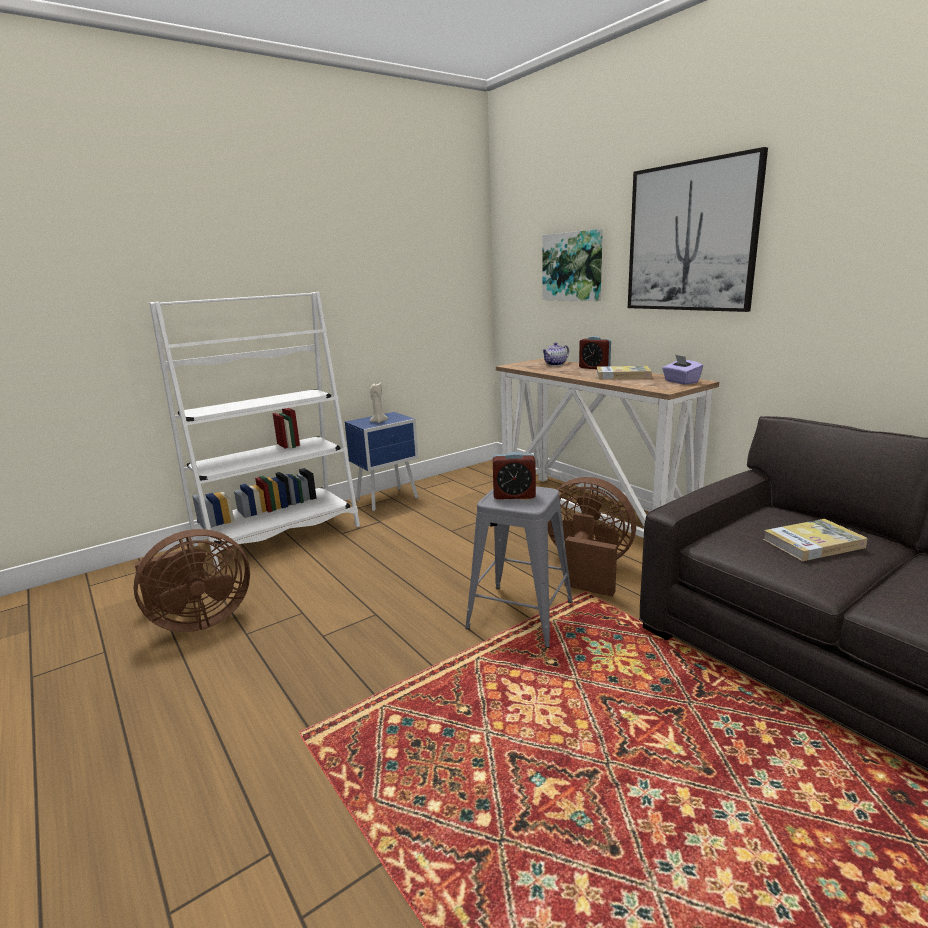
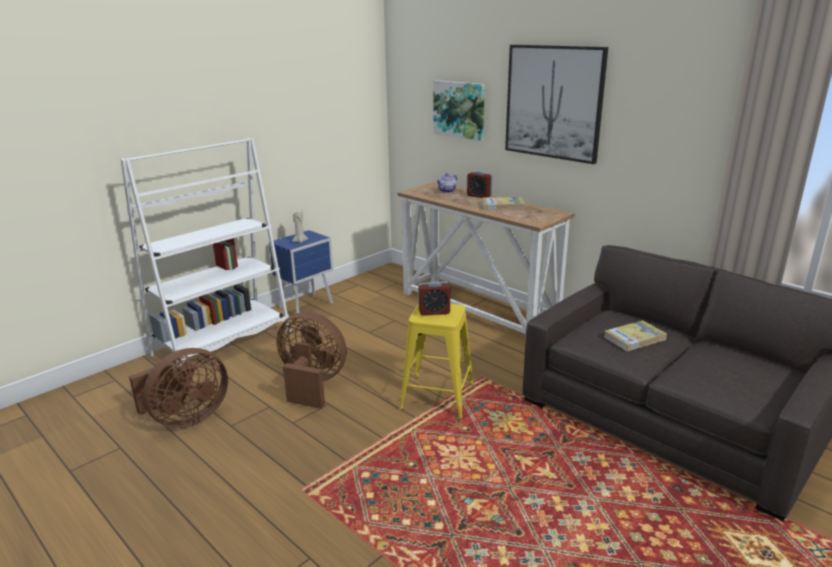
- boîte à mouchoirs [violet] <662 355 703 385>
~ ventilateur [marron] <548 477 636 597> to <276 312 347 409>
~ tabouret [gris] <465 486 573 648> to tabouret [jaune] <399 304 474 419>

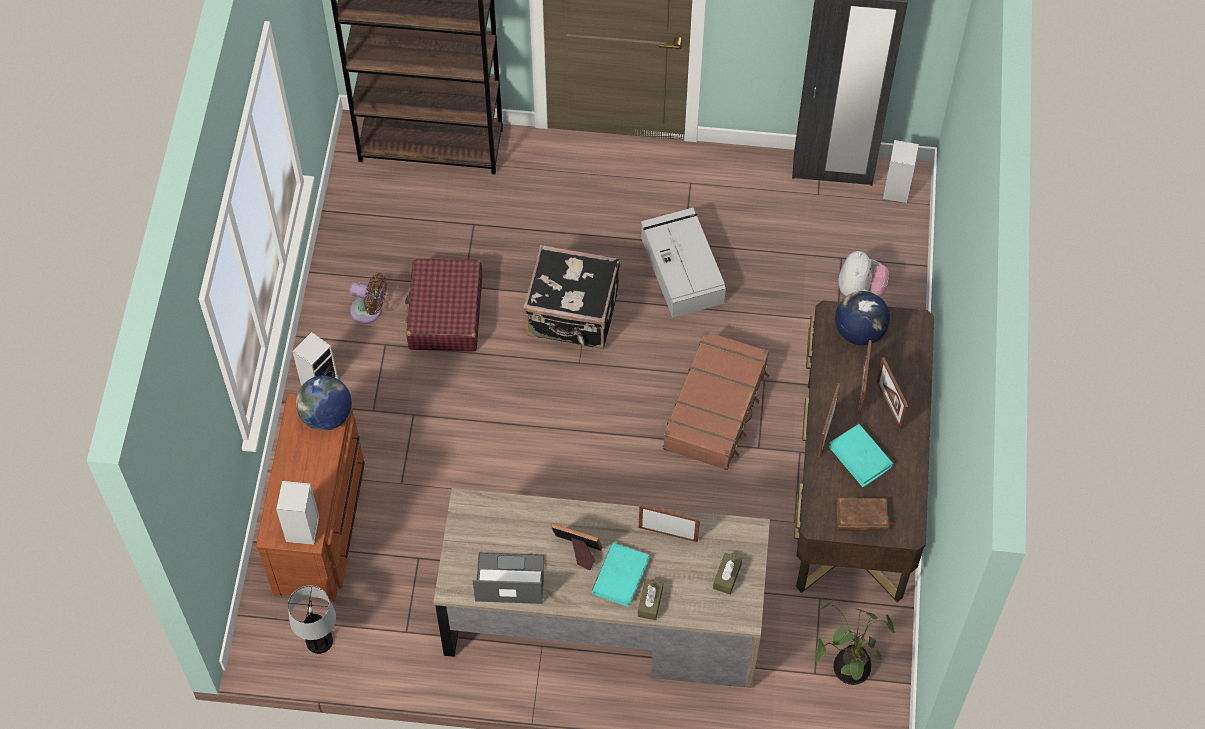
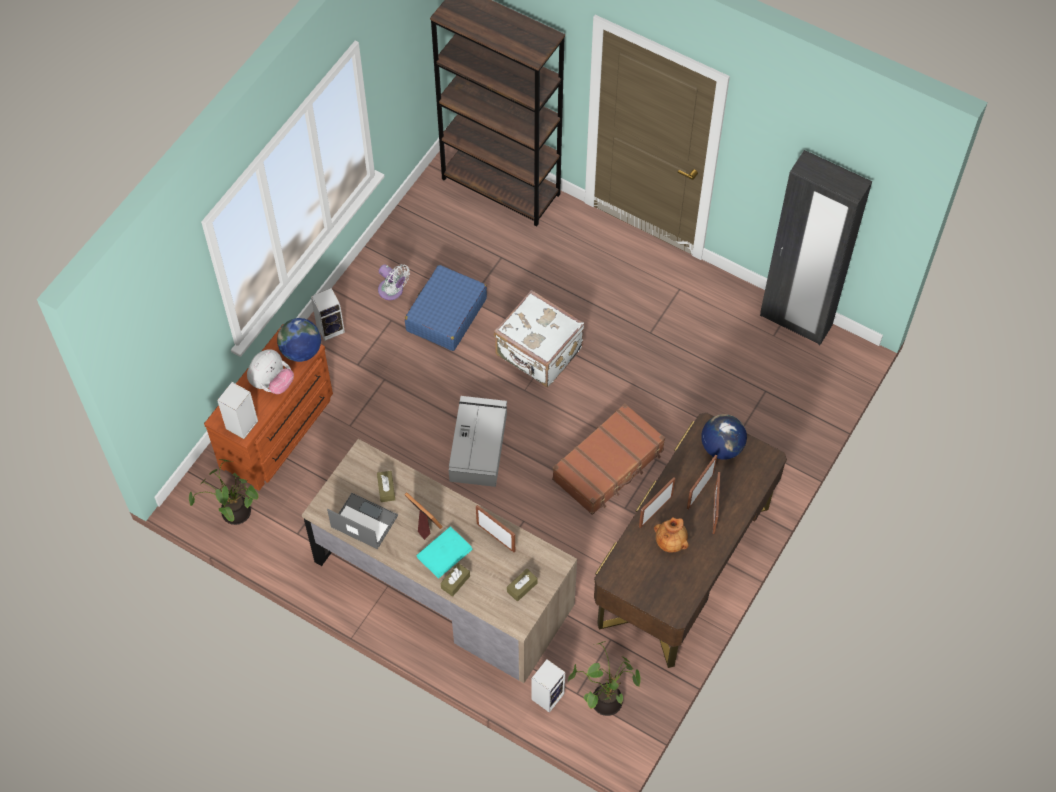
~ enceinte <883 140 919 203> to <531 659 565 713>
~ boîte de rangement [gris] <641 208 726 318> to <449 396 507 487>
~ valise [noir] <523 245 620 349> to valise [blanc] <494 290 585 387>
~ peluche <838 251 889 296> to <247 349 294 394>
~ valise [rouge] <405 258 482 351> to valise [bleu] <405 265 487 351>
~ ventilateur [marron] <349 273 387 324> to ventilateur [blanc] <378 264 410 300>
~ livre [turquoise] <829 424 894 488> to vase [marron] <654 517 689 552>
- livre [marron] <837 498 896 531>
~ lampe de table <288 586 336 654> to plante en pot <189 459 258 525>
+ boîte à mouchoirs [marron] <377 471 395 502>

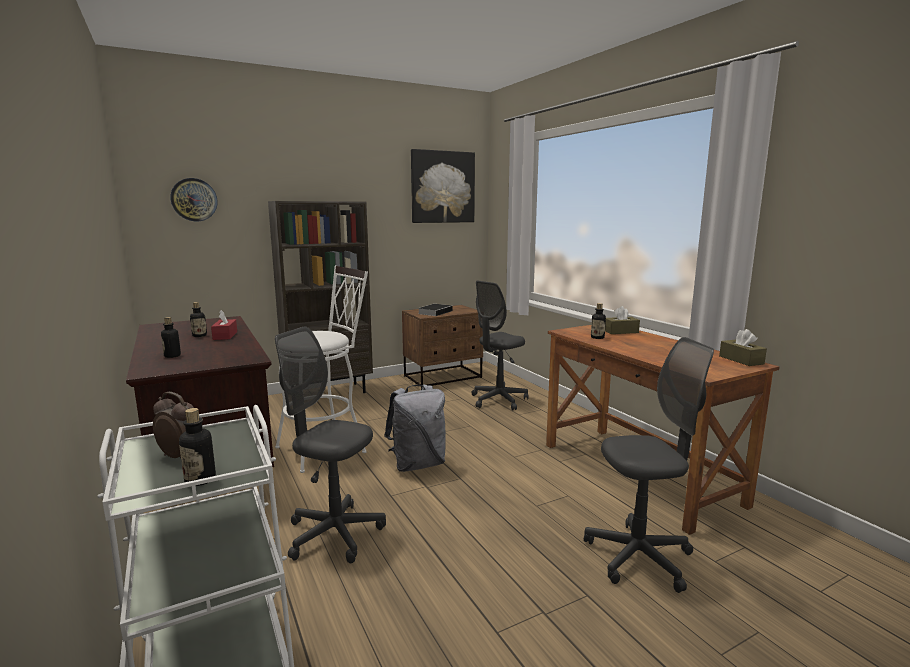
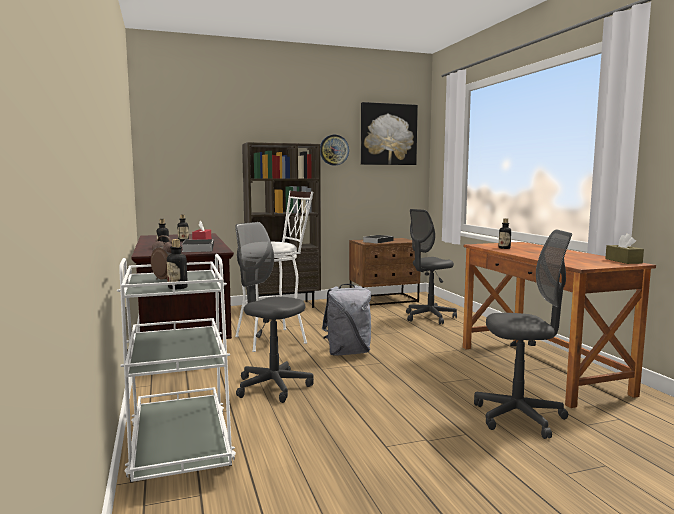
~ horloge murale <170 178 217 221> to <320 135 349 165>
- boîte à mouchoirs [marron] <605 306 640 334>
+ livre <181 239 214 252>

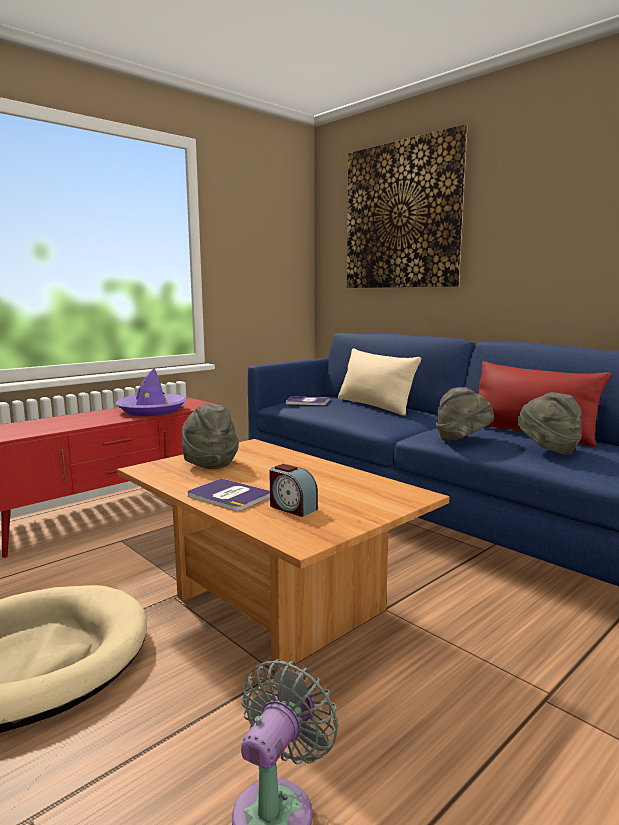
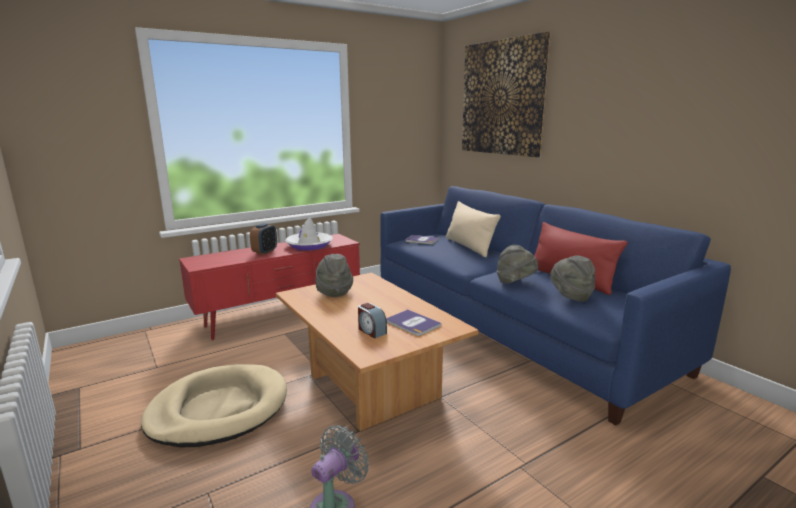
~ chapeau [violet] <116 367 187 416> to chapeau [blanc] <285 217 333 250>
~ livre <187 478 270 511> to <386 309 441 336>
+ réveil <250 223 277 255>

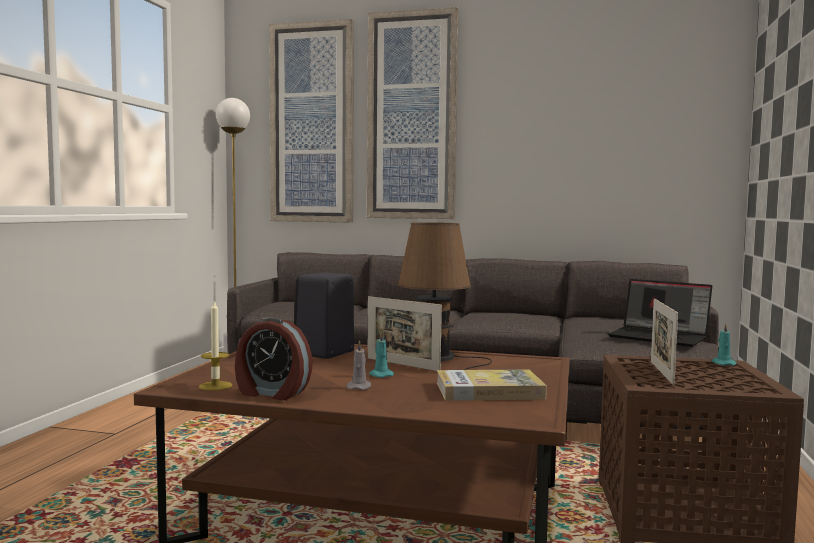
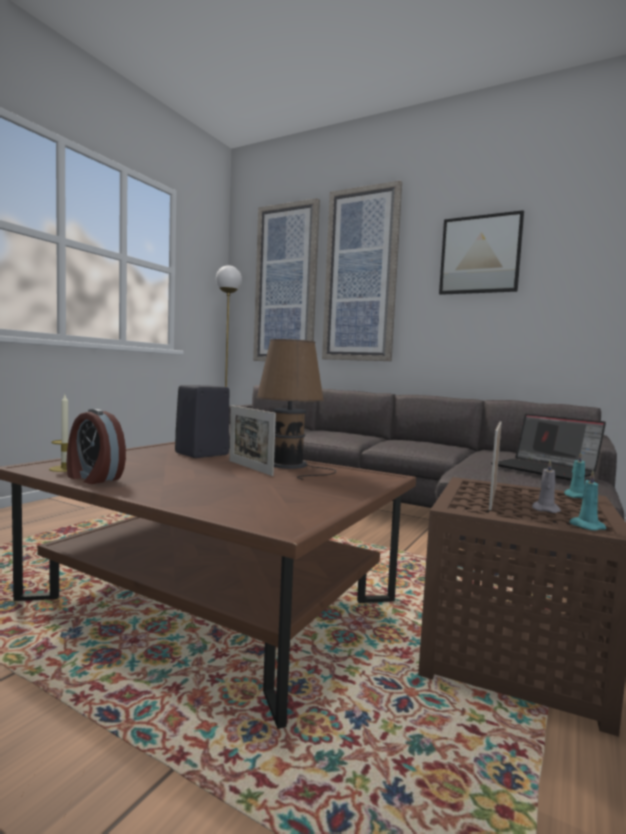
~ bougie [turquoise] <369 331 394 378> to <569 471 606 531>
~ bougie [gris] <346 340 371 390> to <532 460 561 513>
- livre <437 369 547 401>
+ tableau <439 210 524 295>

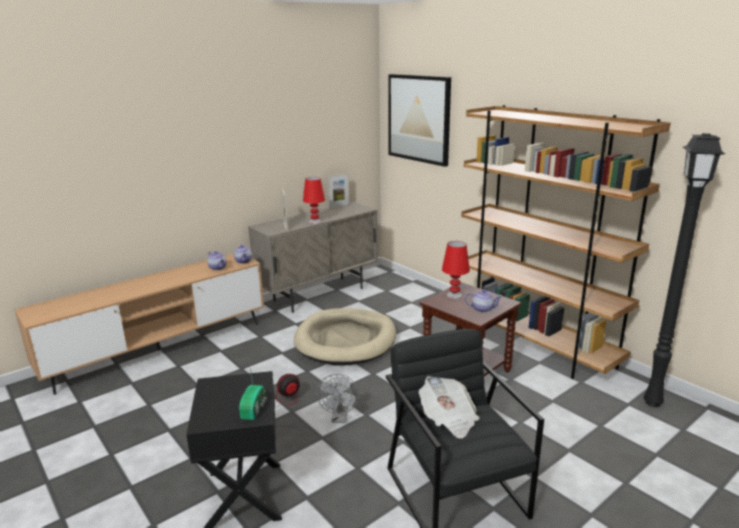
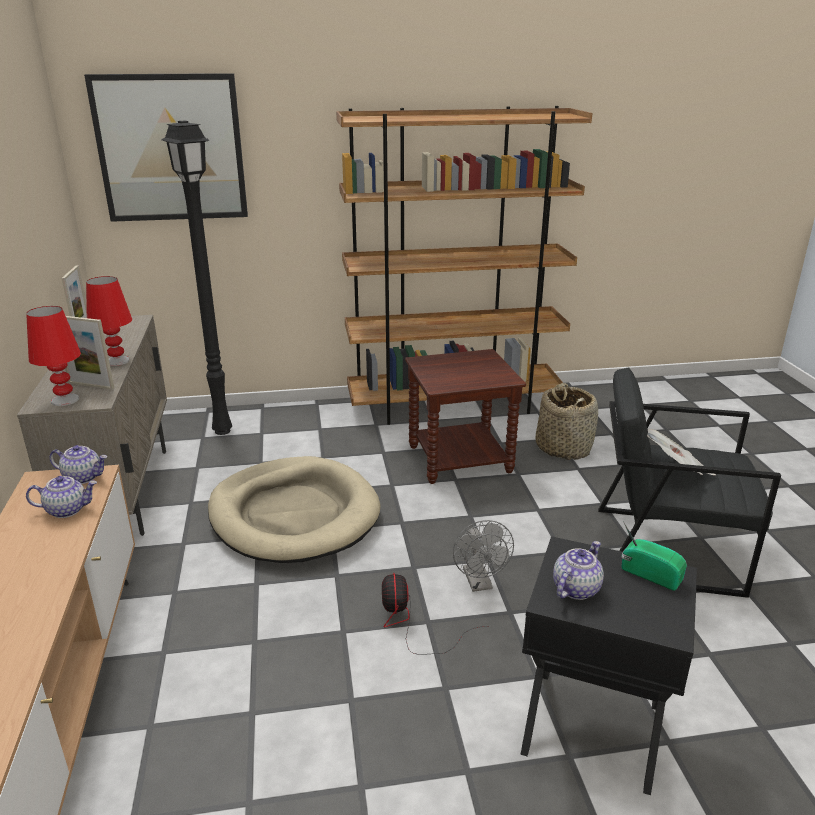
~ lampadaire [noir] <644 133 725 407> to <161 121 232 435>
~ lampe de table [rouge] <442 241 470 299> to <26 306 81 406>
~ théière <465 290 502 313> to <553 541 604 600>
~ ventilateur [gris] <316 374 359 423> = <453 520 514 592> 45 degrees clockwise
+ panier <535 383 598 460>

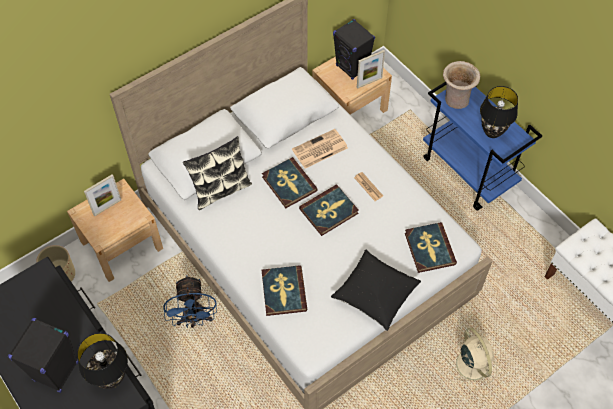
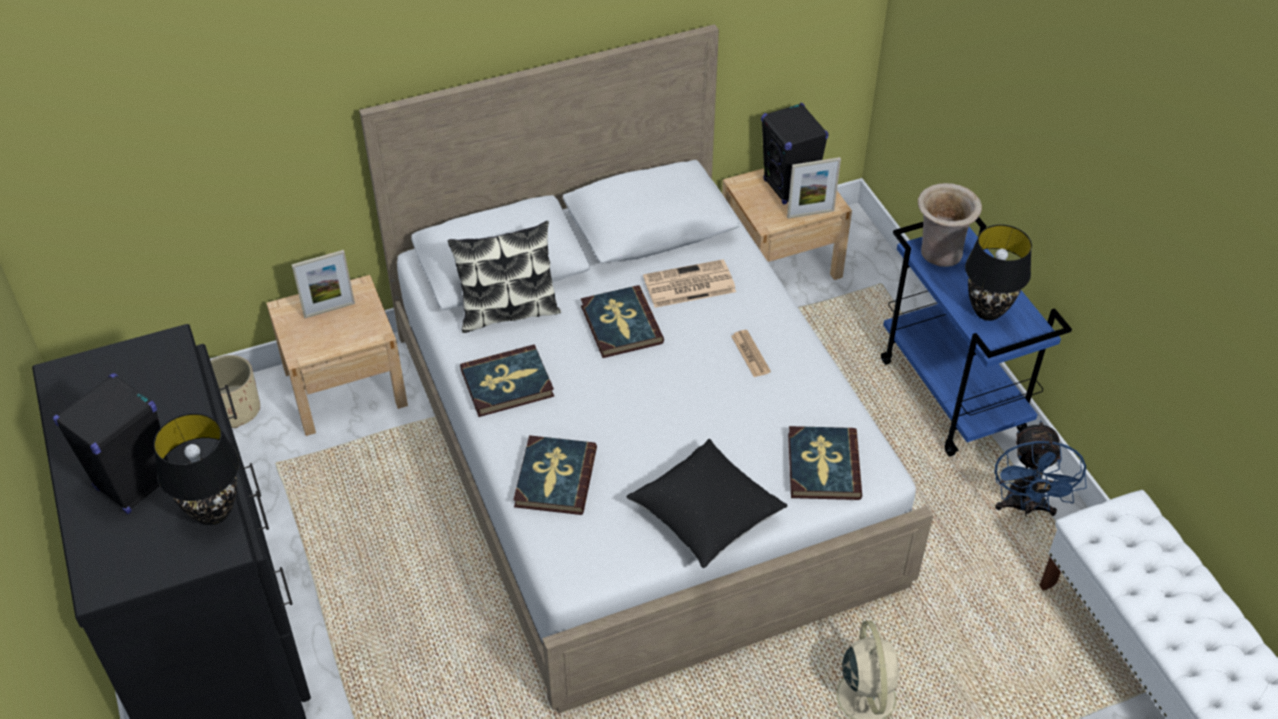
~ livre <299 184 359 236> to <460 345 554 417>
~ ventilateur [bleu] <163 275 217 328> to <995 421 1087 516>

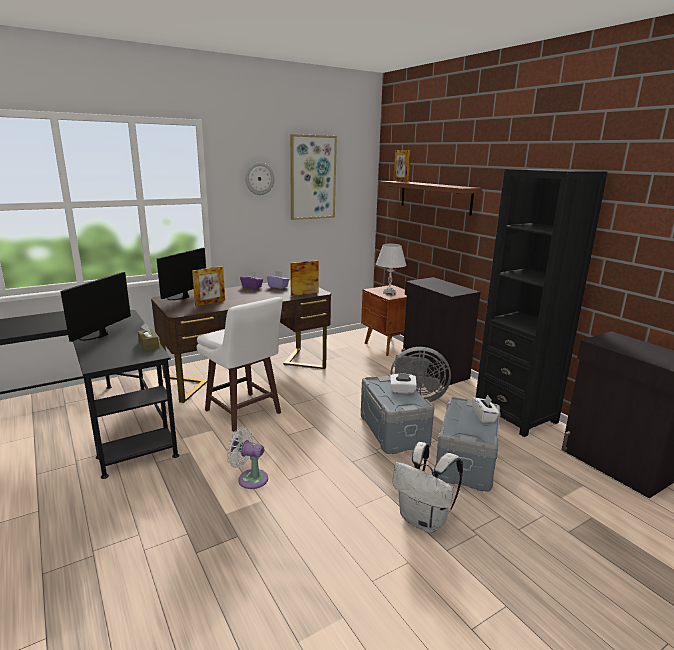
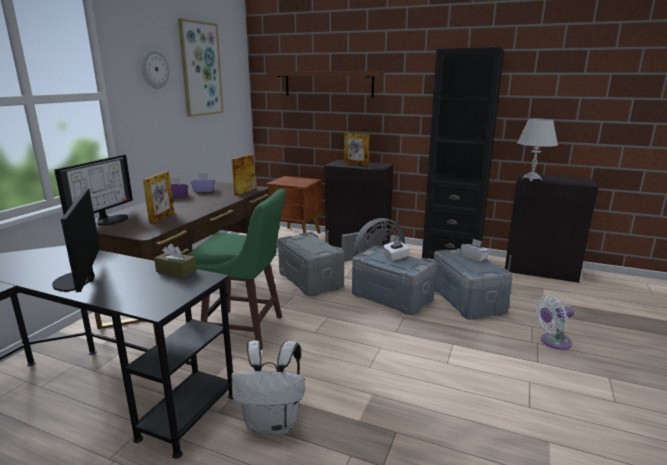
~ cadre photo <394 150 411 182> to <344 133 369 166>
~ lampe de table [blanc] <376 244 406 295> to <517 118 558 181>
~ écran d'ordinateur <157 248 206 300> = <54 155 133 225> 150 degrees counterclockwise
~ tabouret [blanc] <197 297 283 432> to tabouret [vert] <187 189 286 350>
~ ventilateur [blanc] <227 427 268 489> to <535 295 574 350>
~ sac à dos [blanc] <392 442 463 533> to <231 340 305 435>
+ boîte de rangement [gris] <278 232 344 296>

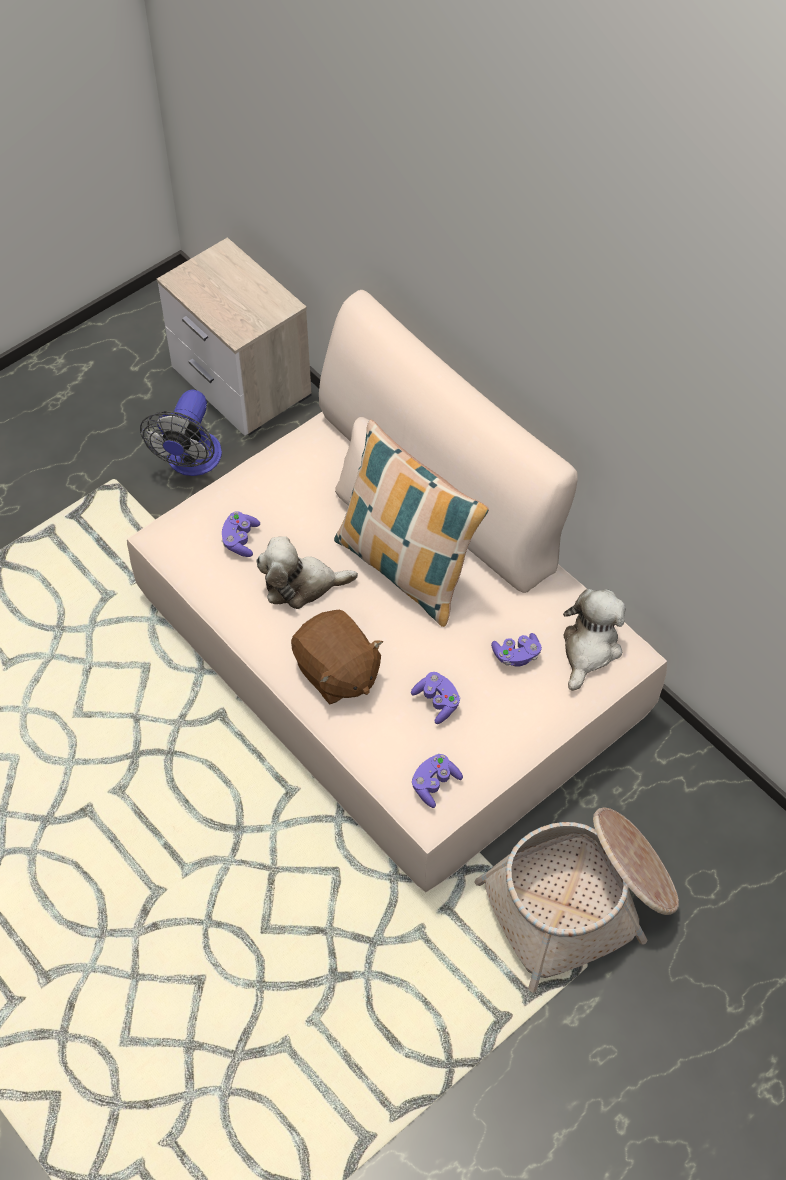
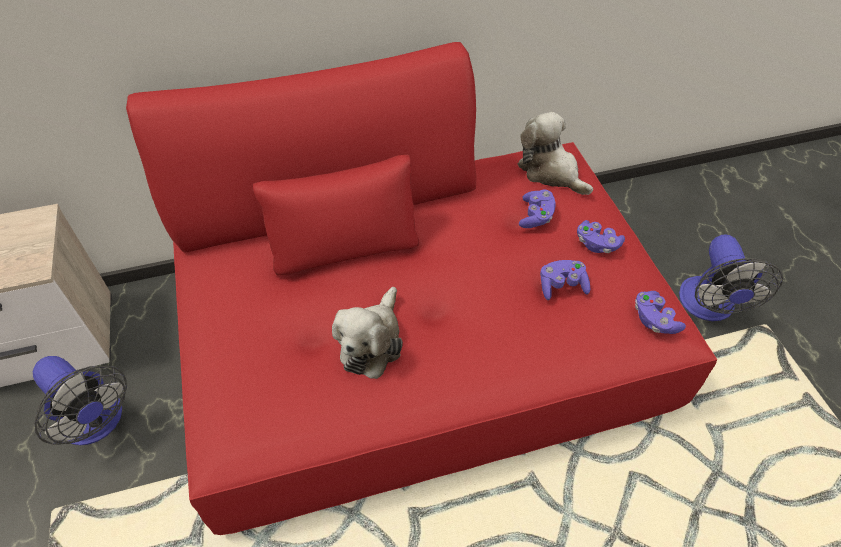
~ canapé [beige] <127 290 667 893> to canapé [rouge] <126 42 717 535>
- coussin <334 419 489 627>
~ manette [violet] <221 511 260 557> to <577 220 625 253>
- peluche [marron] <291 610 383 704>
~ panier <475 807 679 993> to ventilateur <679 234 783 321>

